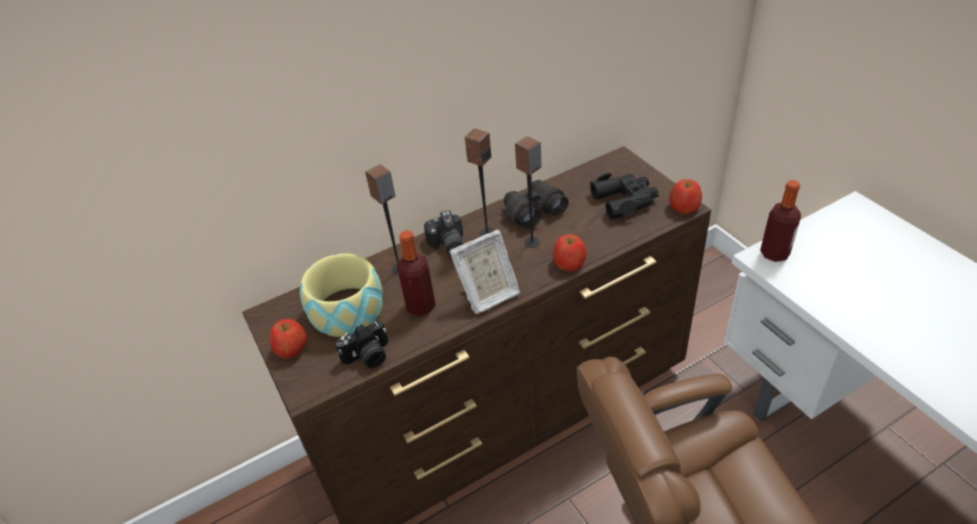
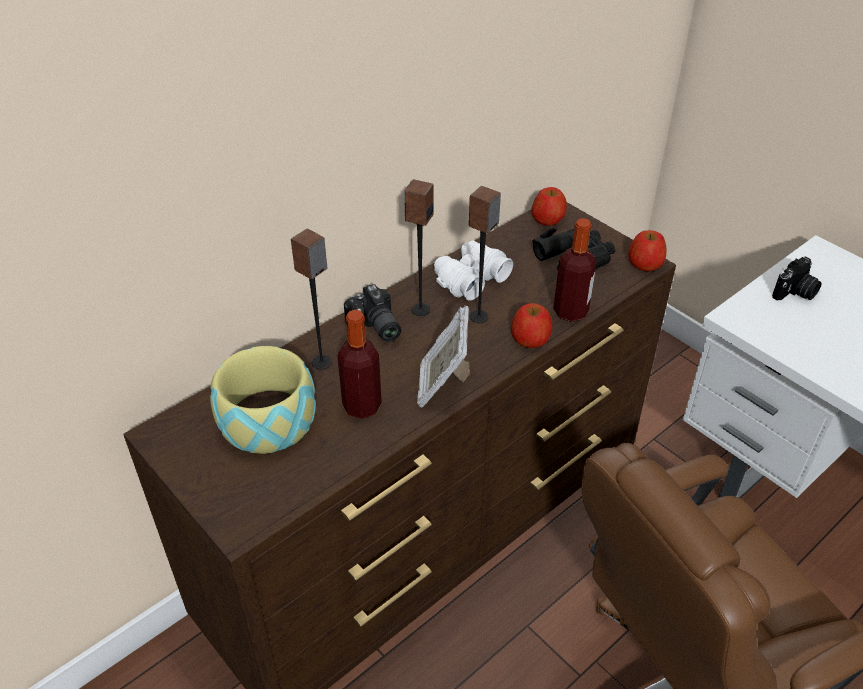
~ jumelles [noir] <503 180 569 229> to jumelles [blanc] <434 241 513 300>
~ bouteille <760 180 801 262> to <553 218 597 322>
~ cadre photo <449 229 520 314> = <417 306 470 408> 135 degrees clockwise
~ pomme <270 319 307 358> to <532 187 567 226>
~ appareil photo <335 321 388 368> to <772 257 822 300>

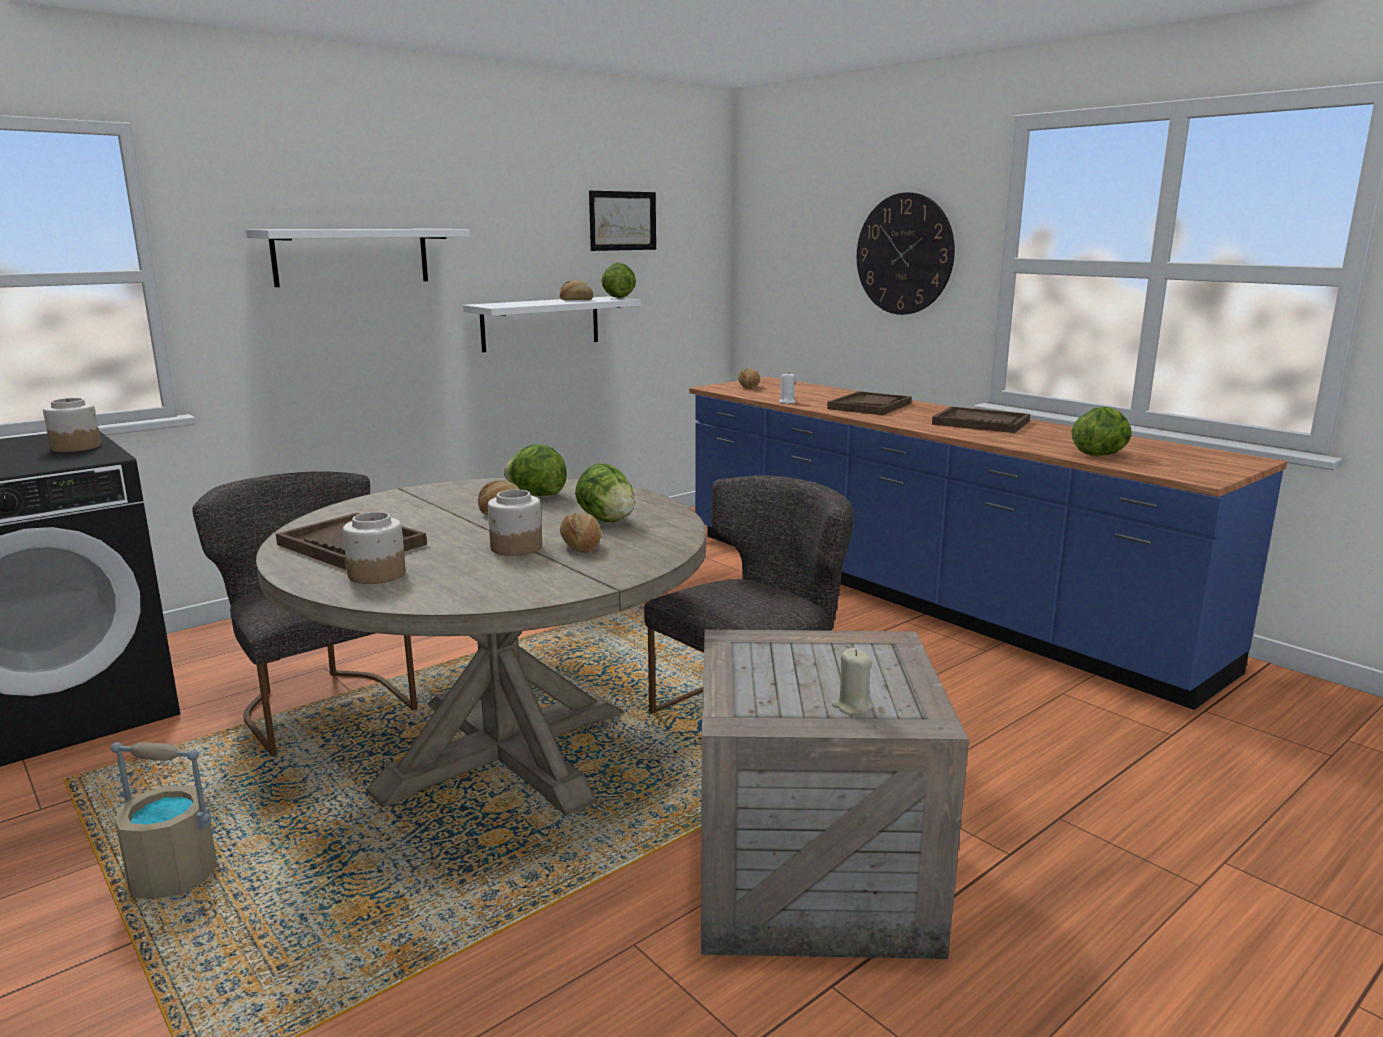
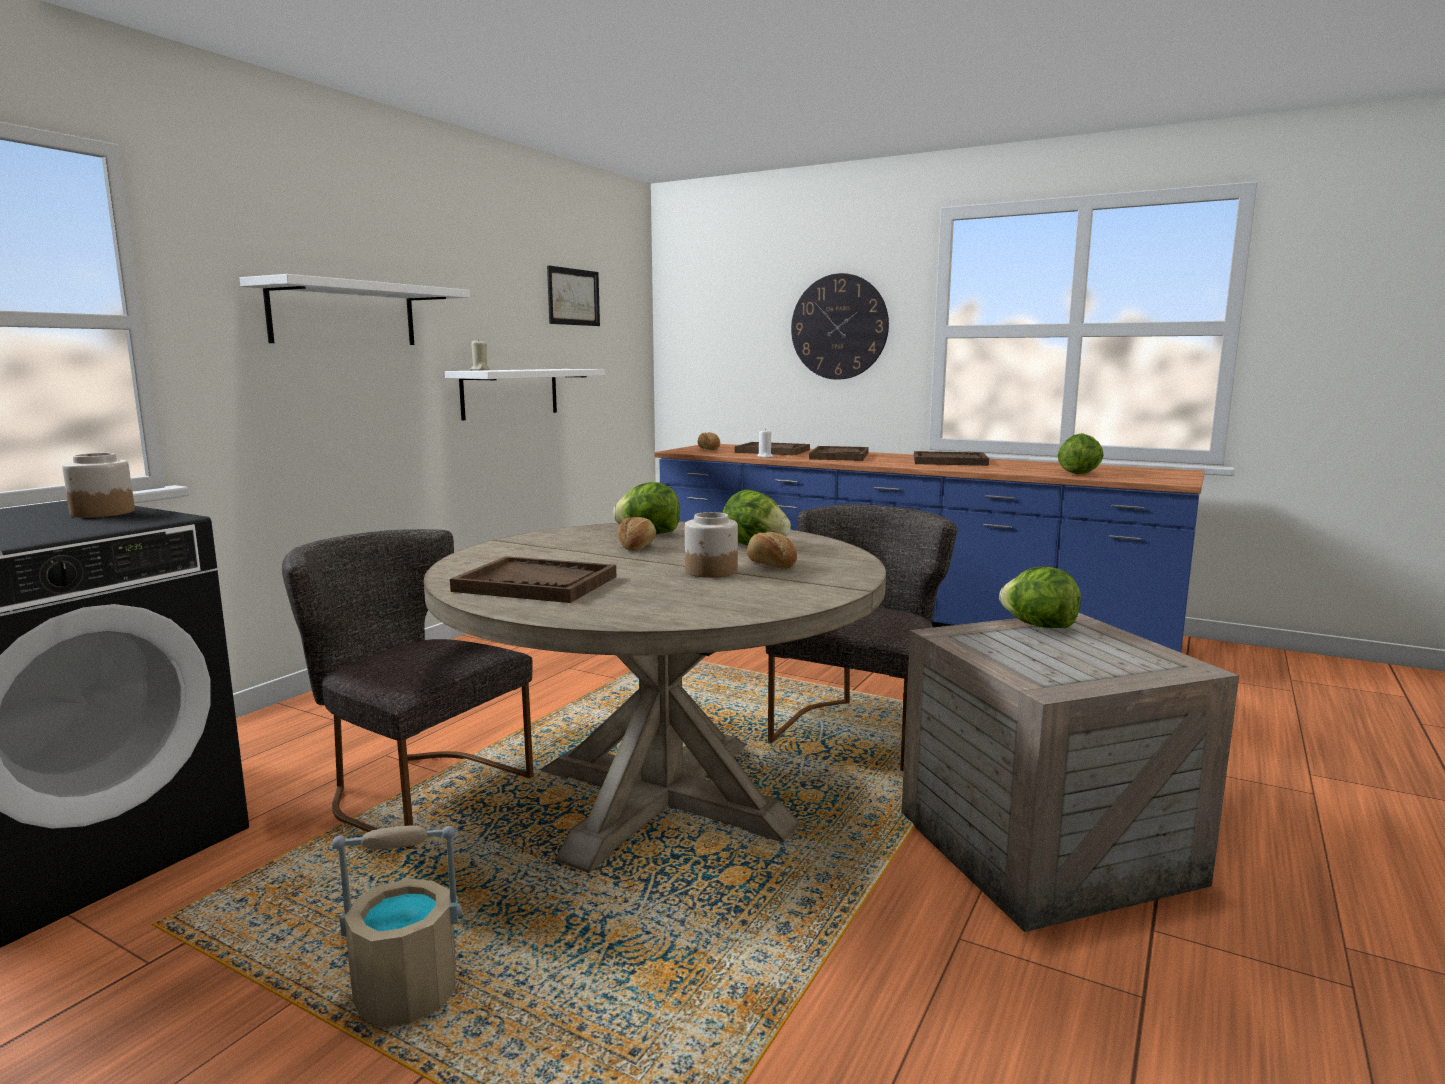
~ laitue <602 262 636 298> to <999 567 1081 628>
- pain <560 281 593 300>
- bocal <343 512 406 584>
~ bougie [beige] <832 648 873 715> to <470 339 490 370>
+ plateau [marron] <735 442 810 455>

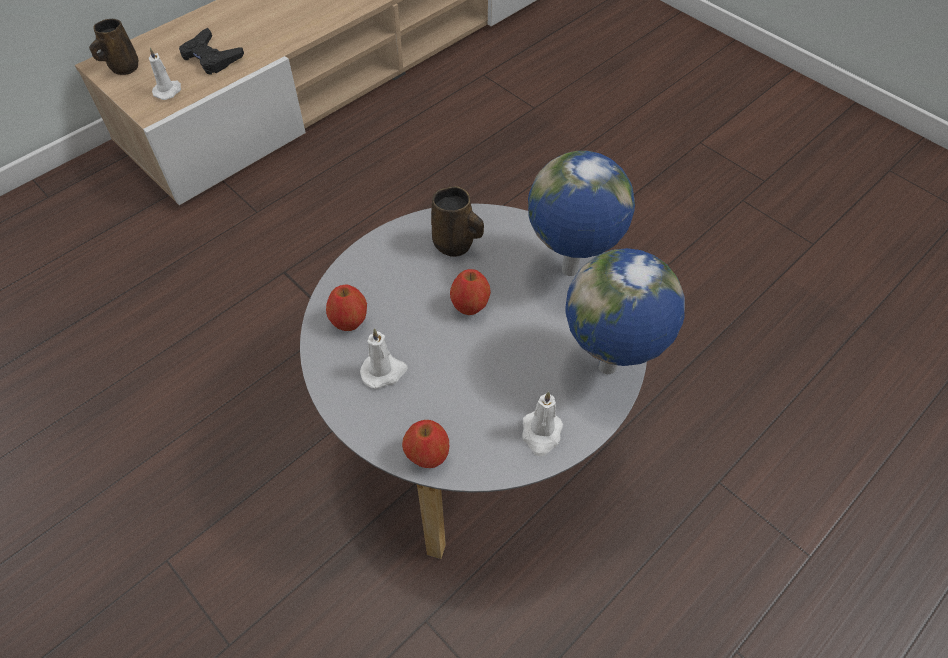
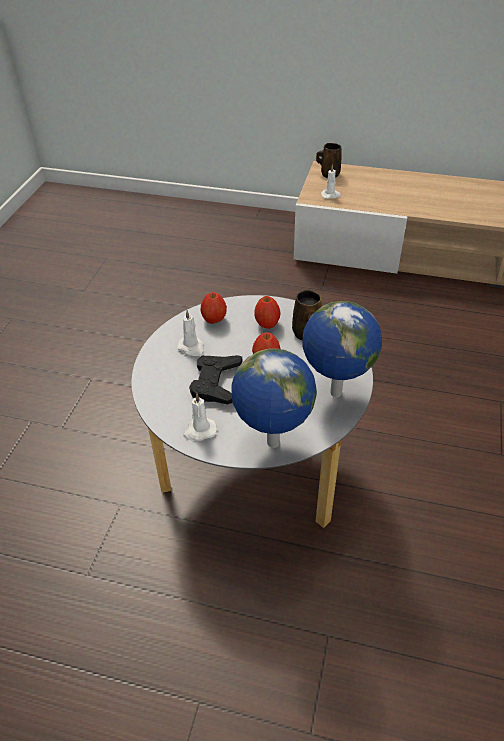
~ manette [noir] <179 28 244 75> to <189 355 242 404>
~ pomme <402 420 449 468> to <254 296 281 329>

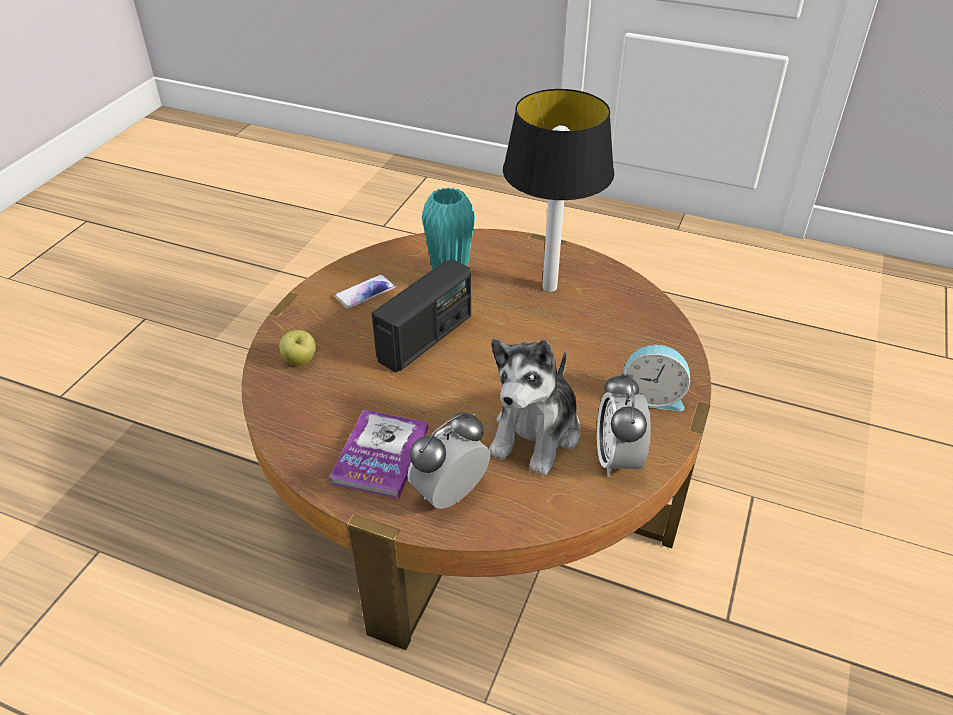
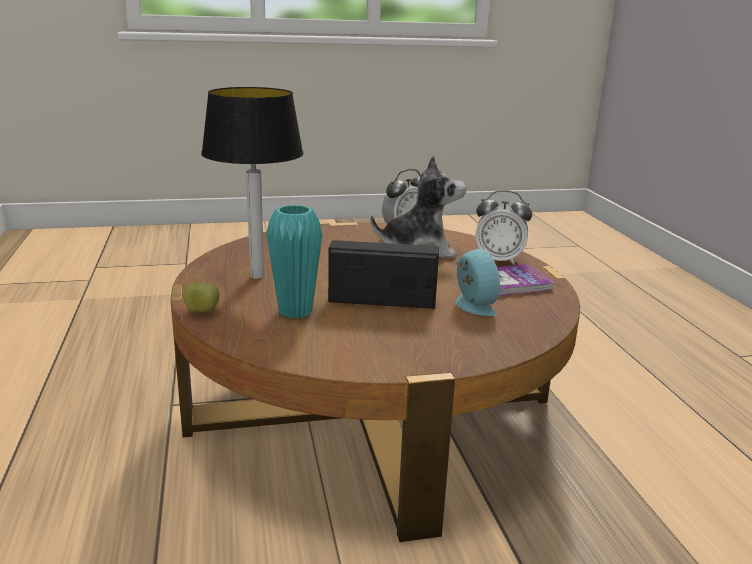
- téléphone <335 274 396 309>
~ pomme <279 330 316 365> to <183 282 219 313>
~ réveil <623 345 690 412> to <455 249 500 316>

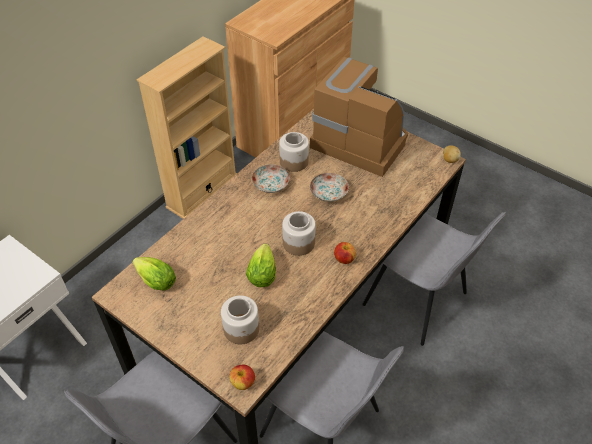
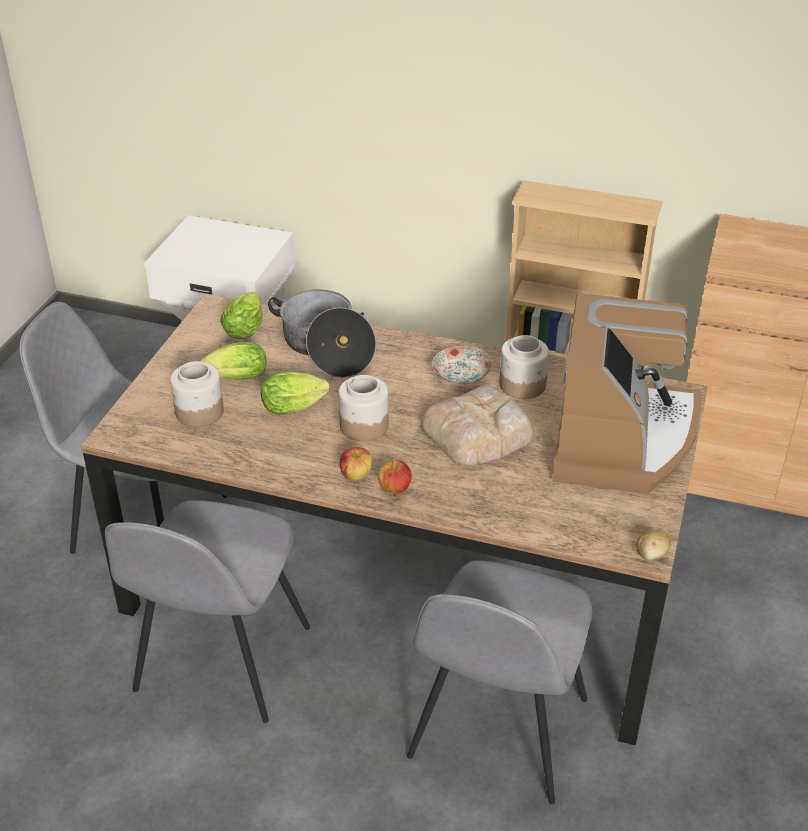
~ assiette <310 173 349 202> to pain <421 386 534 466>
~ pomme <229 365 255 390> to <378 460 412 494>
+ marmite <268 289 376 378>
+ laitue <199 342 266 380>

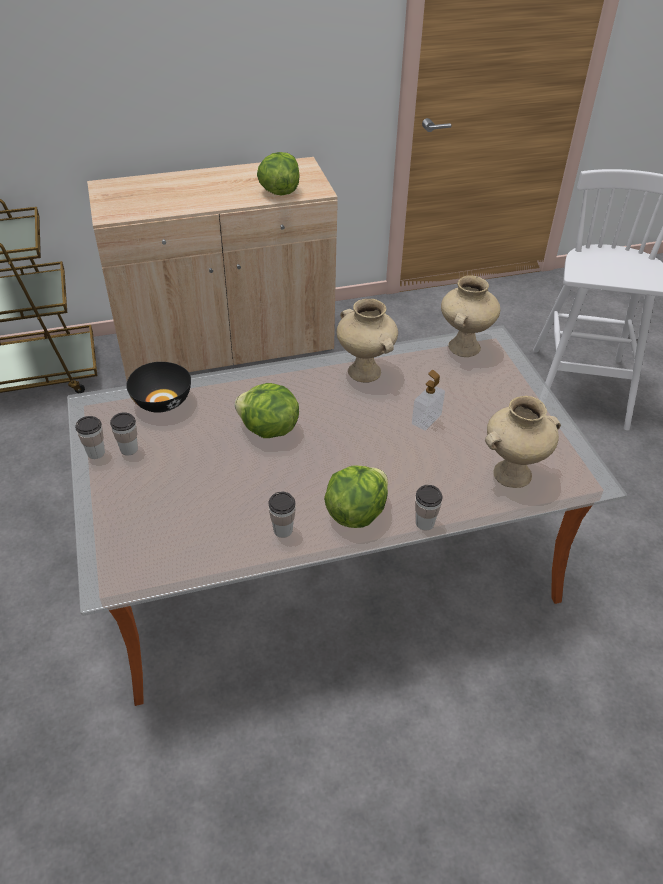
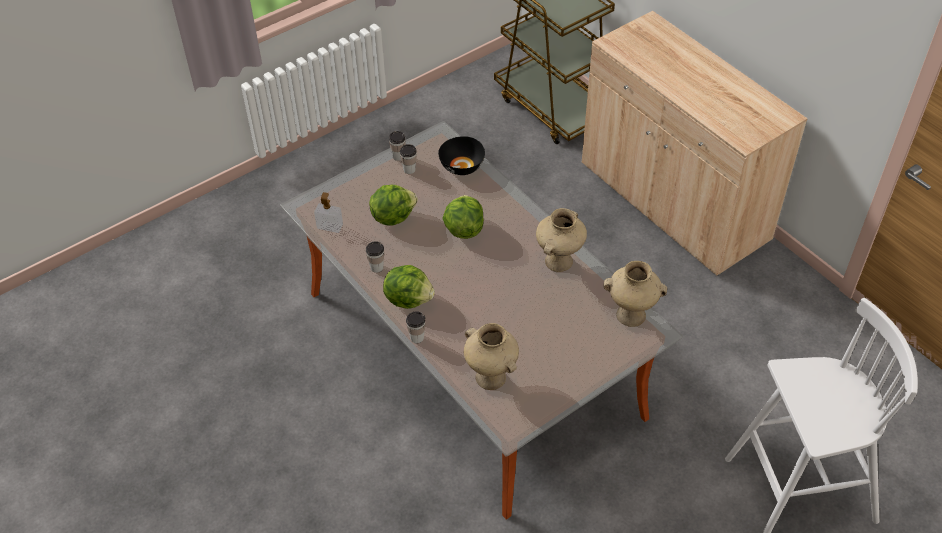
~ laitue <257 152 300 195> to <369 185 418 226>
~ distributeur de savon <412 370 445 431> to <314 192 343 233>

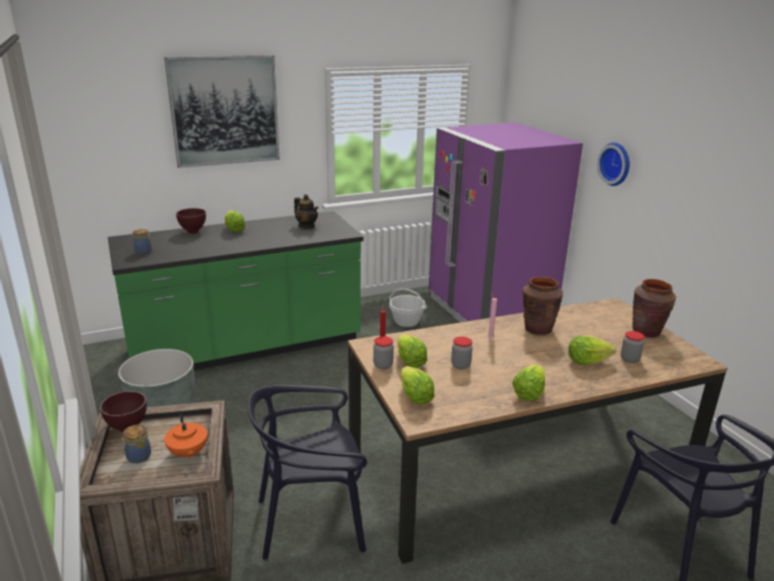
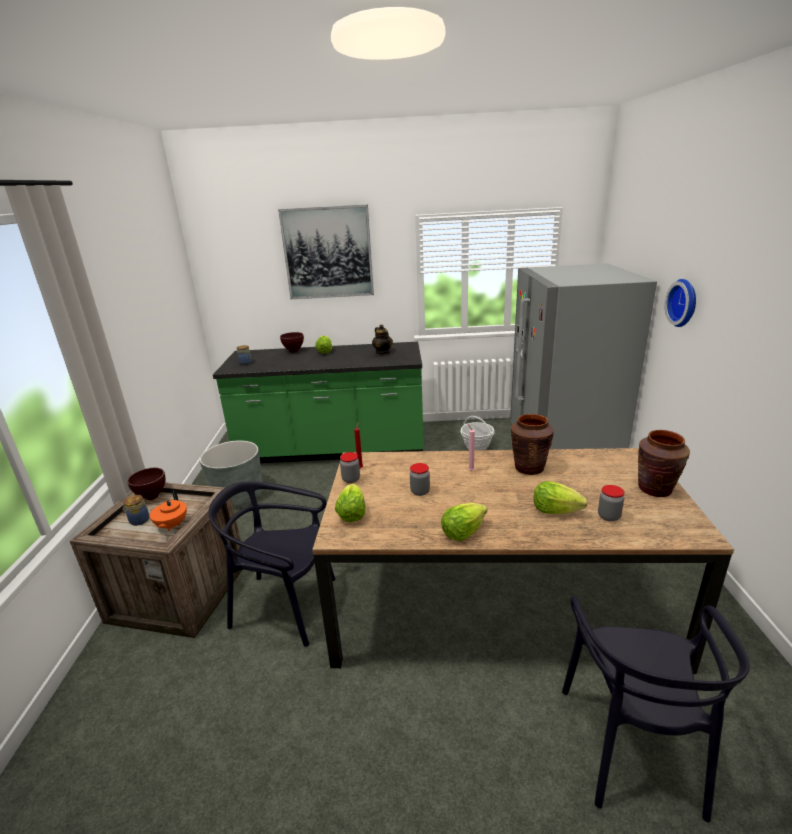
~ réfrigérateur [violet] <429 122 583 322> to réfrigérateur [gris] <510 263 657 449>
- laitue <397 334 427 368>

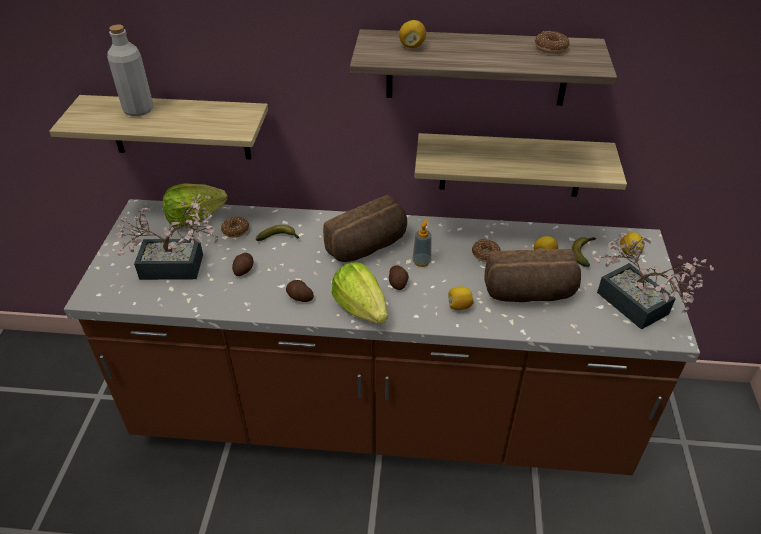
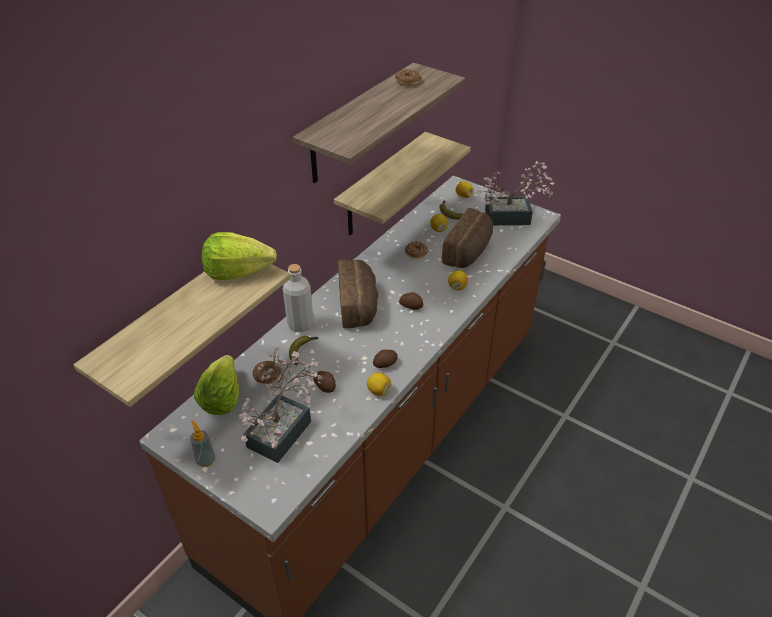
~ citron <399 20 426 48> to <367 373 391 396>
~ bouteille [gris] <107 25 153 116> to <283 264 314 332>
~ distributeur de savon <412 218 431 267> to <190 420 216 467>
~ laitue <332 262 388 324> to <202 232 277 280>

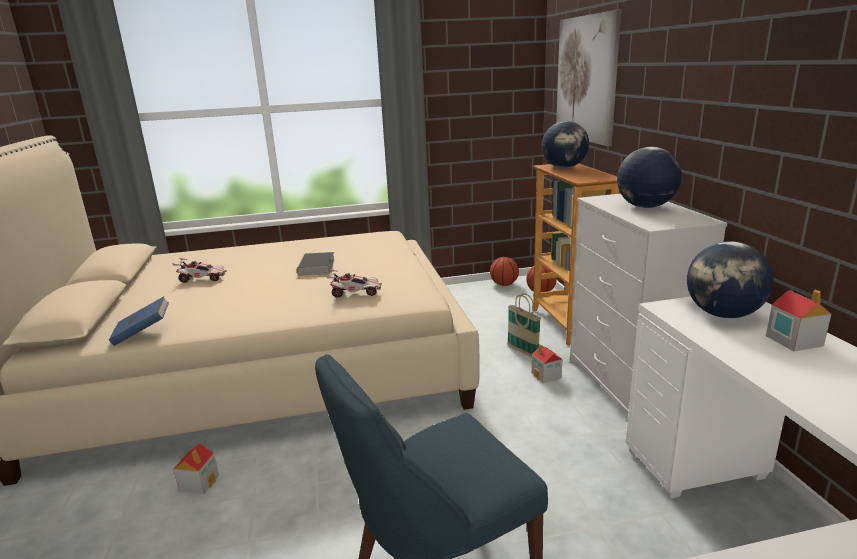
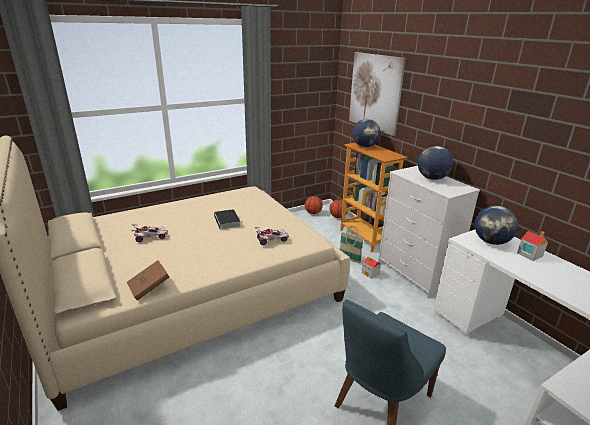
~ livre [bleu] <109 296 169 346> to livre [marron] <127 260 169 301>
- maison miniature <173 443 219 494>

